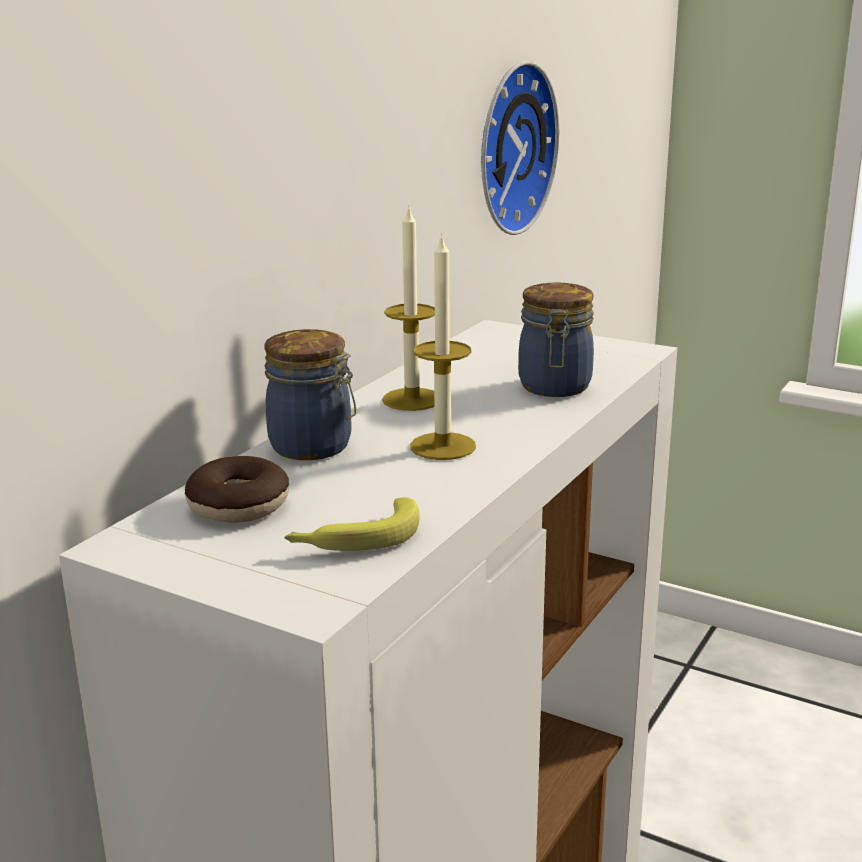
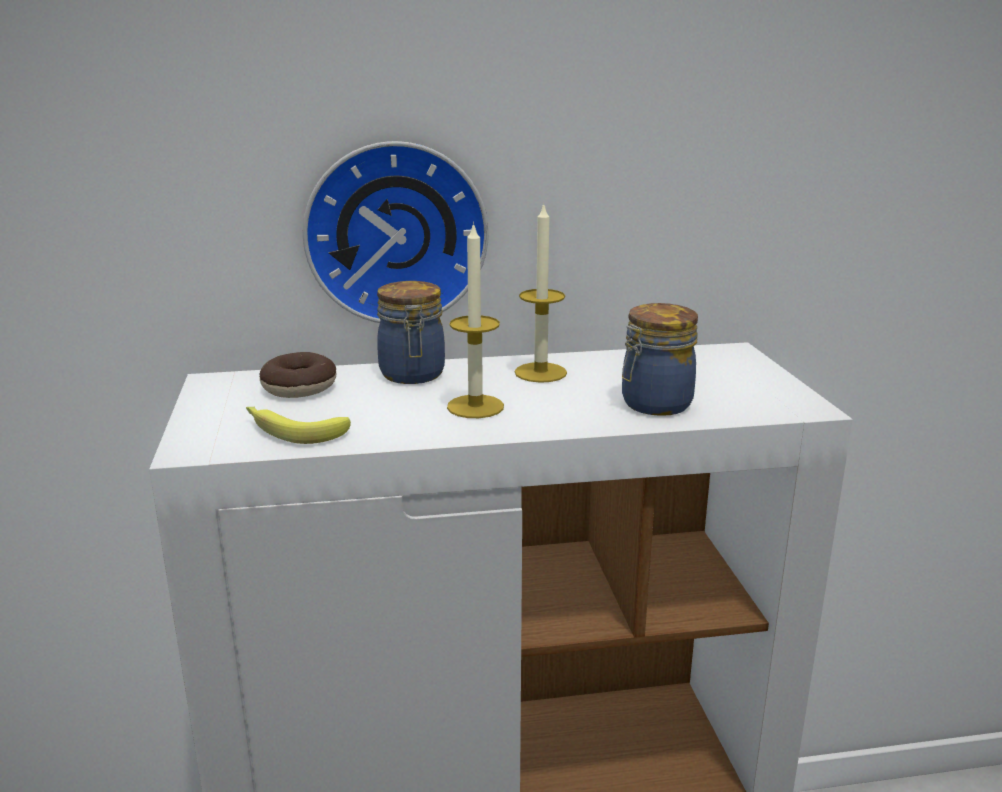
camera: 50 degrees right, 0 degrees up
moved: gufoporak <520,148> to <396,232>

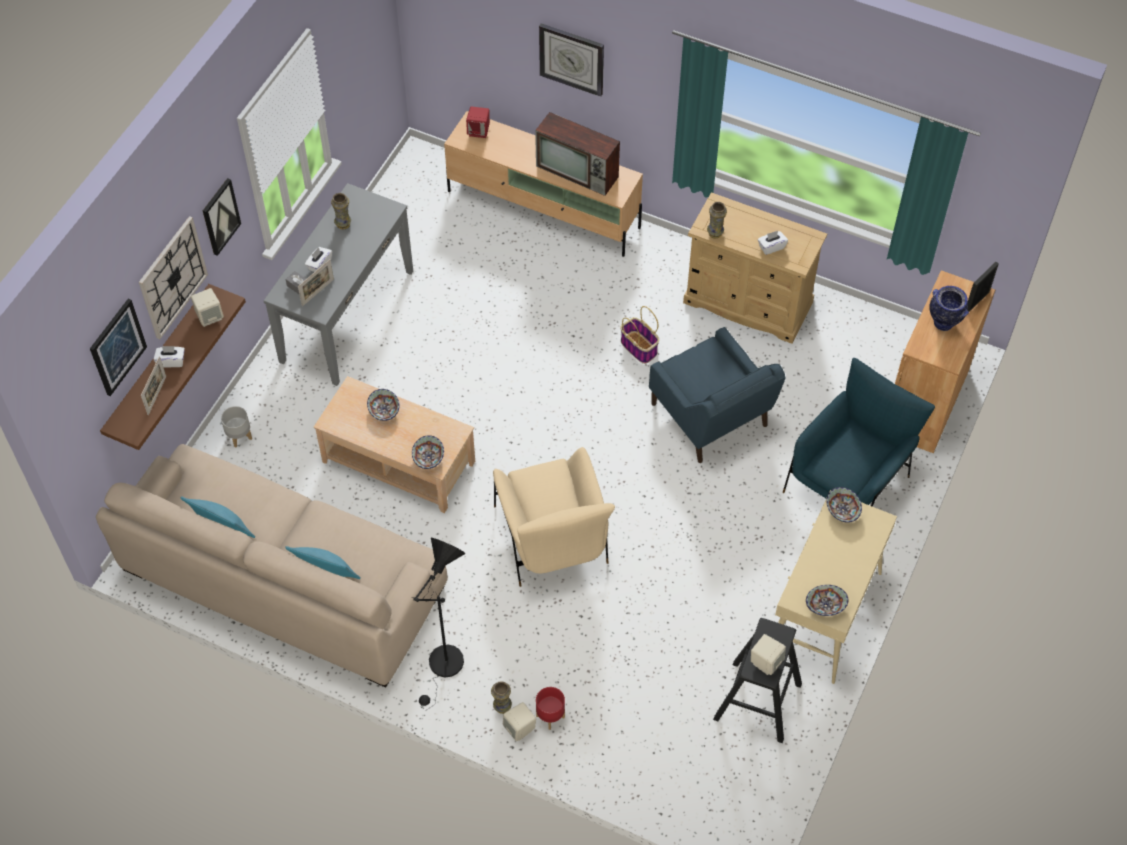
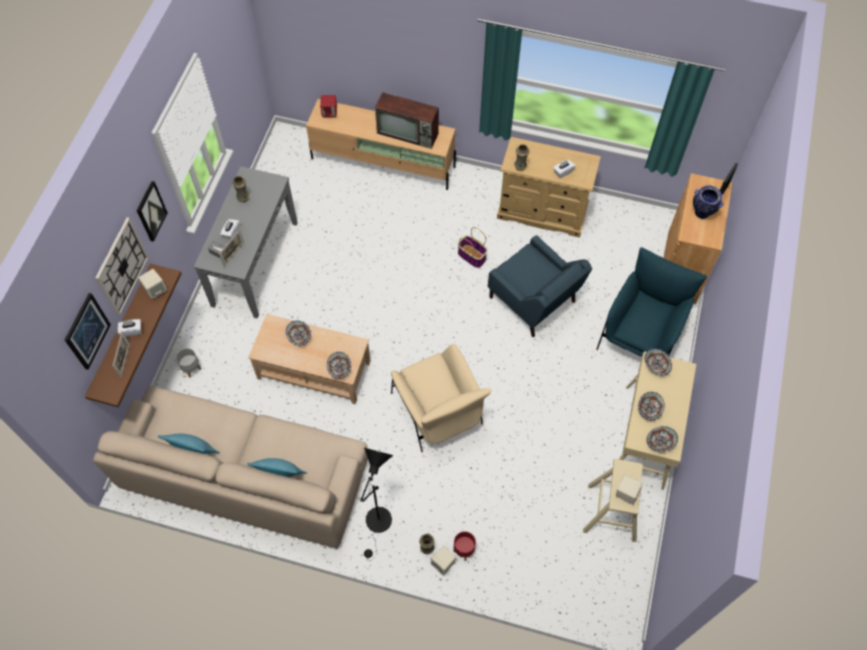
camera: 10 degrees left, 5 degrees up
removed: gufoporak <571,60>
added: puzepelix <651,406>
recoloured: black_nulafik <757,680> to beige_nulafik <613,500>

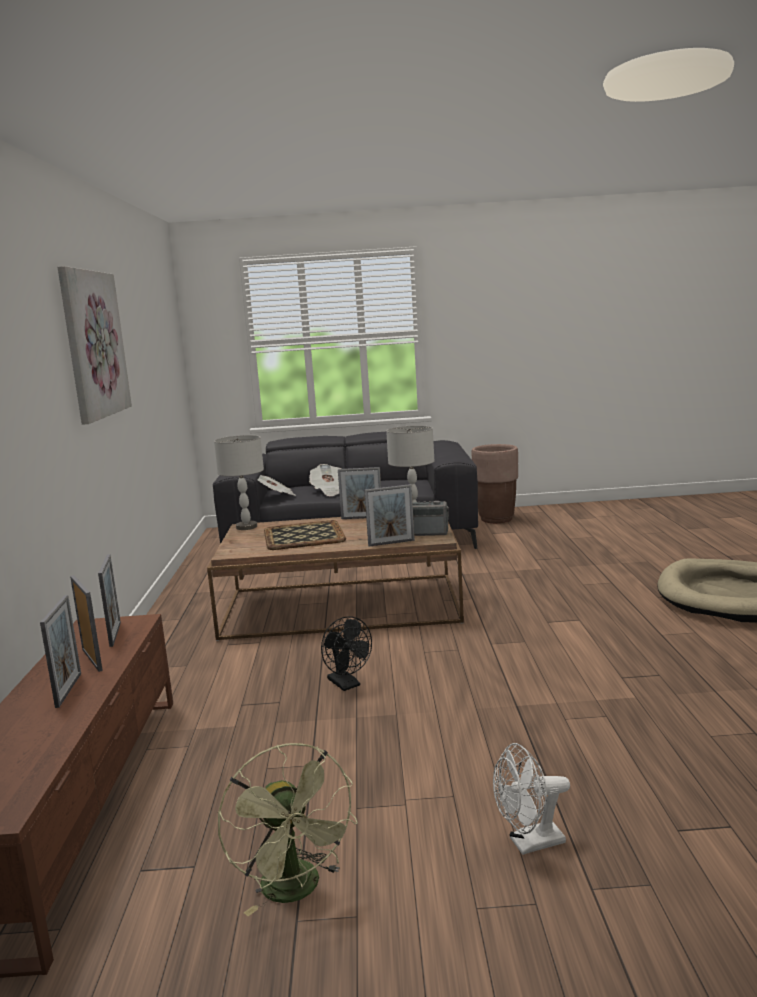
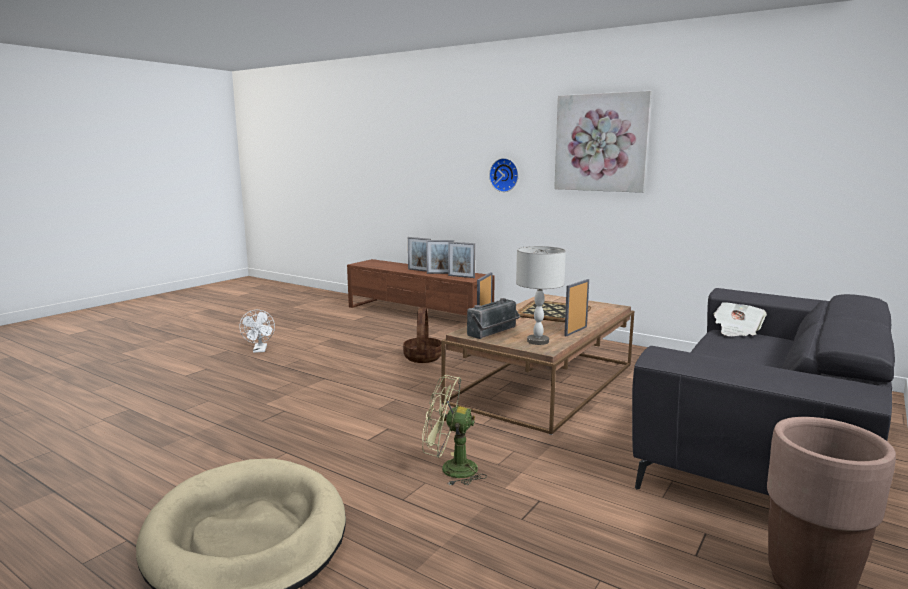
camera: 125 degrees right, 0 degrees up
removed: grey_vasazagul <239,482>; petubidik <325,480>
added: gufoporak <503,175>
moved: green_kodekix <288,829> to <454,430>
replaced: black_kodekix <346,653> to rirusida <422,335>
turned: white_kodekix <531,799> = <257,331> 150 degrees clockwise

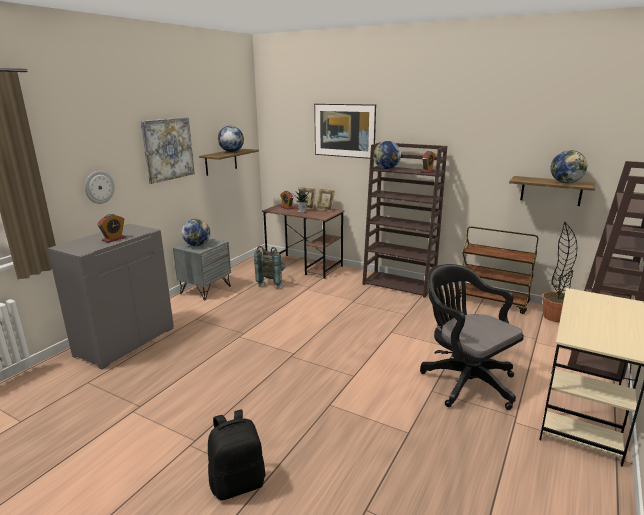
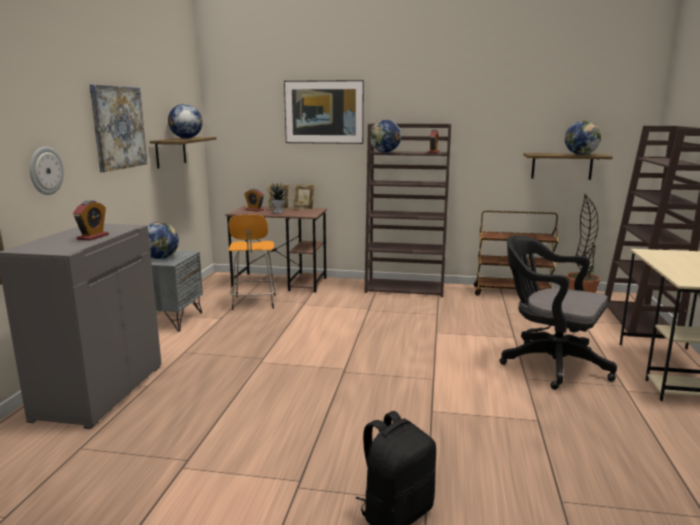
camera: 20 degrees left, 5 degrees down
replaced: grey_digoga <270,267> to orange_nulafik <252,262>

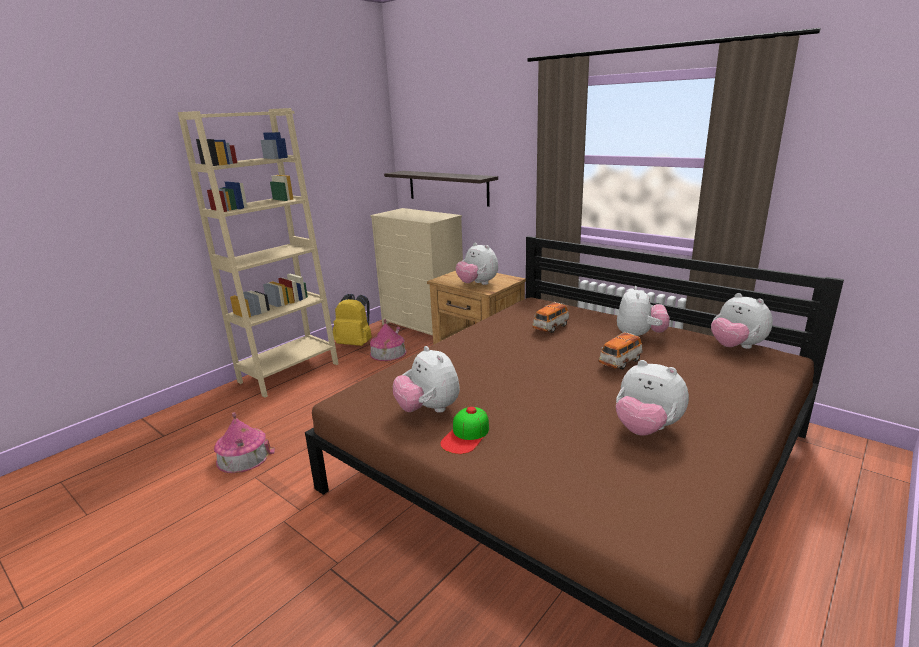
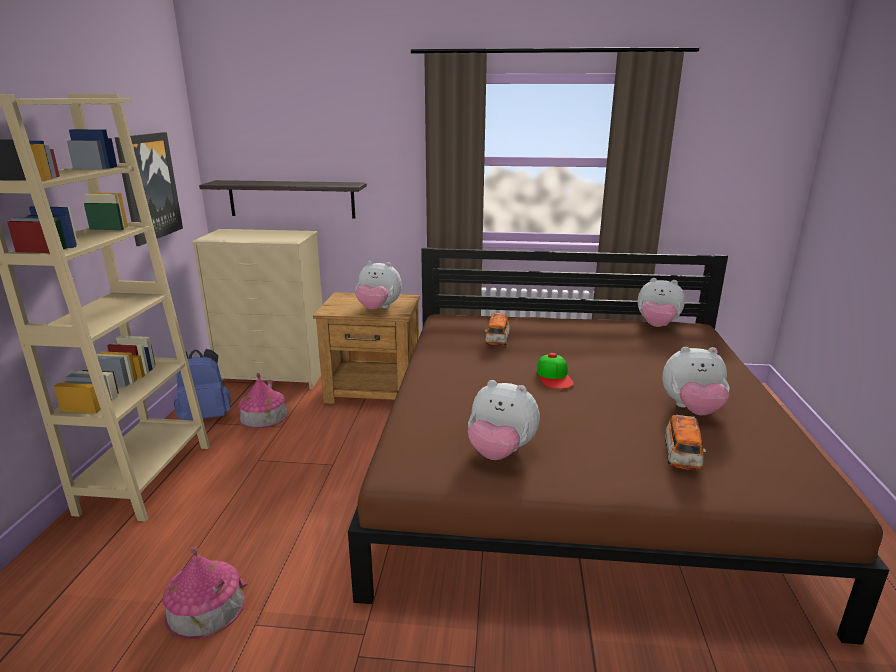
camera: 35 degrees left, 0 degrees up
removed: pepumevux <643,311>
added: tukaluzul <149,189>
moved: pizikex <464,430> to <555,371>; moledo <621,350> to <685,442>
recoloured: yellow_digoga <352,320> to blue_digoga <202,384>

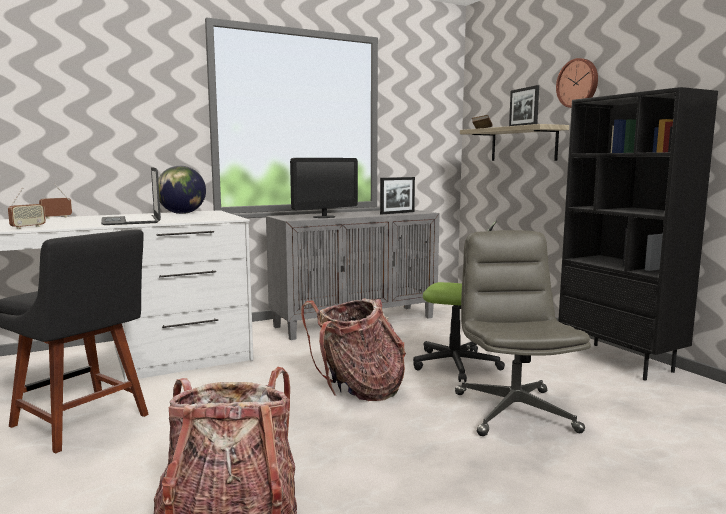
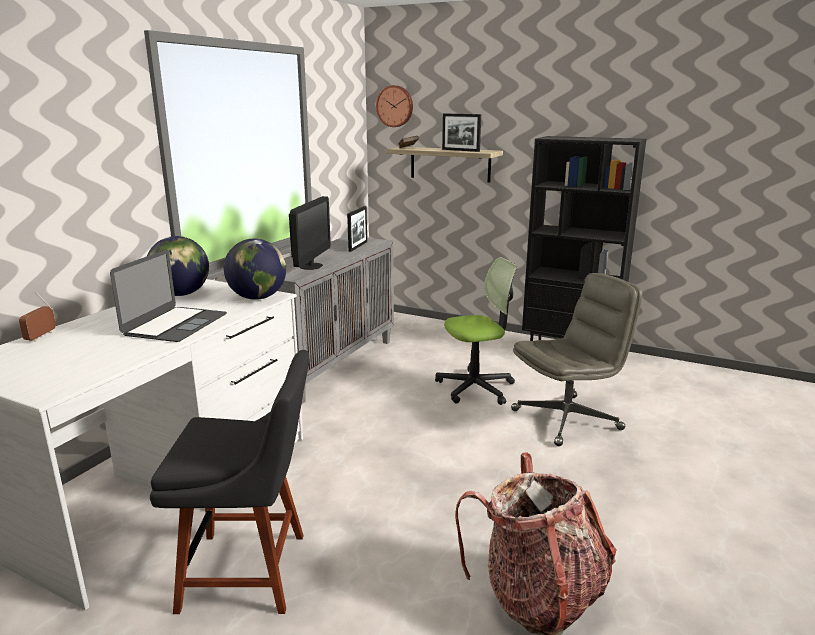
camera: 35 degrees left, 10 degrees up
removed: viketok <27,208>; digoga <353,349>
added: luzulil <255,269>
moved: gufoporak <577,83> to <394,106>
turned: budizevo <131,196> = <168,296> 105 degrees counterclockwise; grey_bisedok <523,333> = <576,359> 105 degrees clockwise

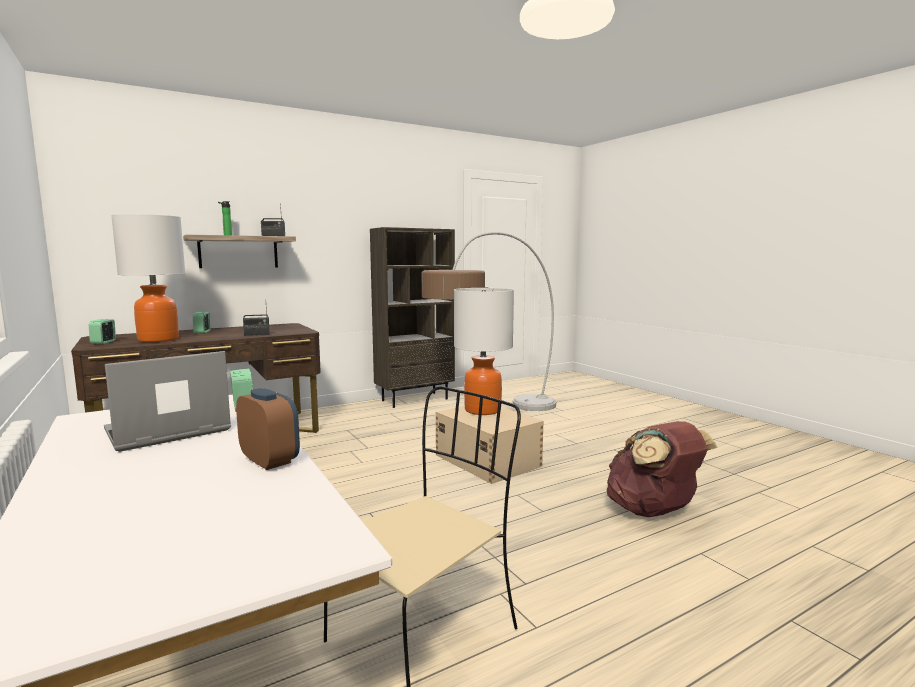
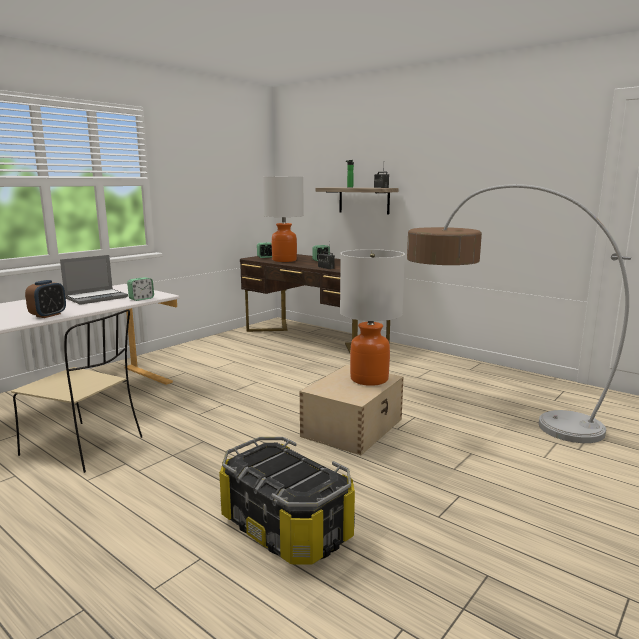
camera: 70 degrees right, 5 degrees up
removed: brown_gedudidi <412,317>
replaced: brown_digoga <662,469> to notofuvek <287,501>
turned: budizevo <167,401> = <94,280> 105 degrees clockwise

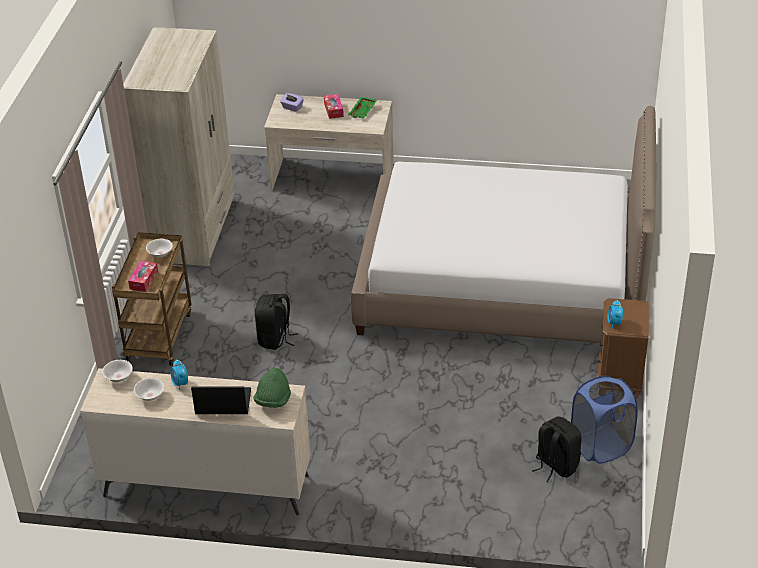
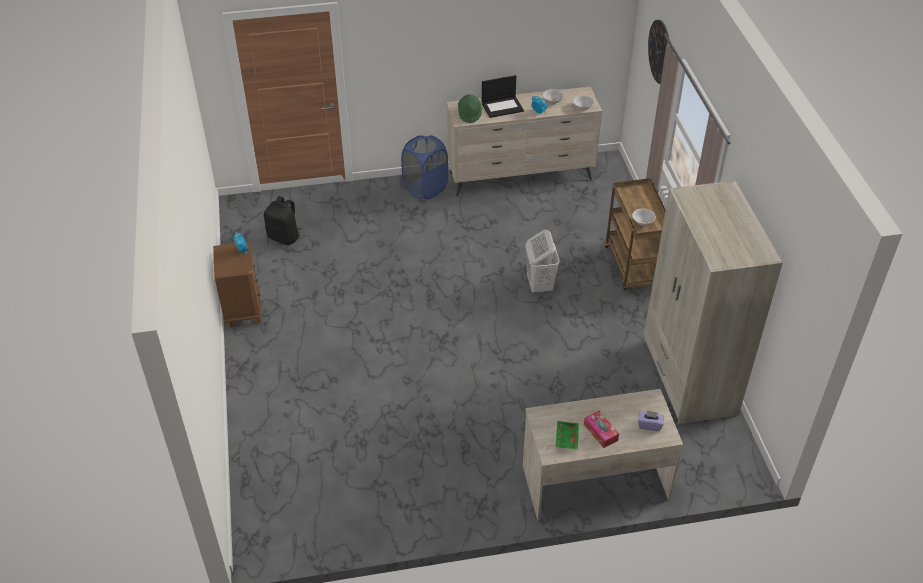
camera: 160 degrees right, 5 degrees up
removed: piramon <143,276>; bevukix <503,224>
added: gufoporak <658,52>
moved: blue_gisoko <604,419> to <424,167>
replaced: black_digoga <276,322> to white_gisoko <542,261>

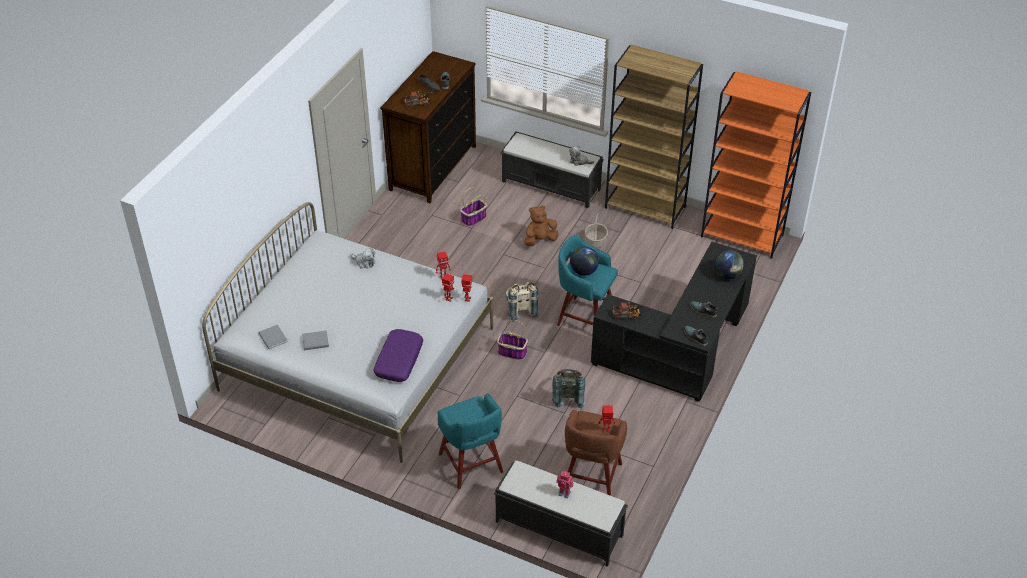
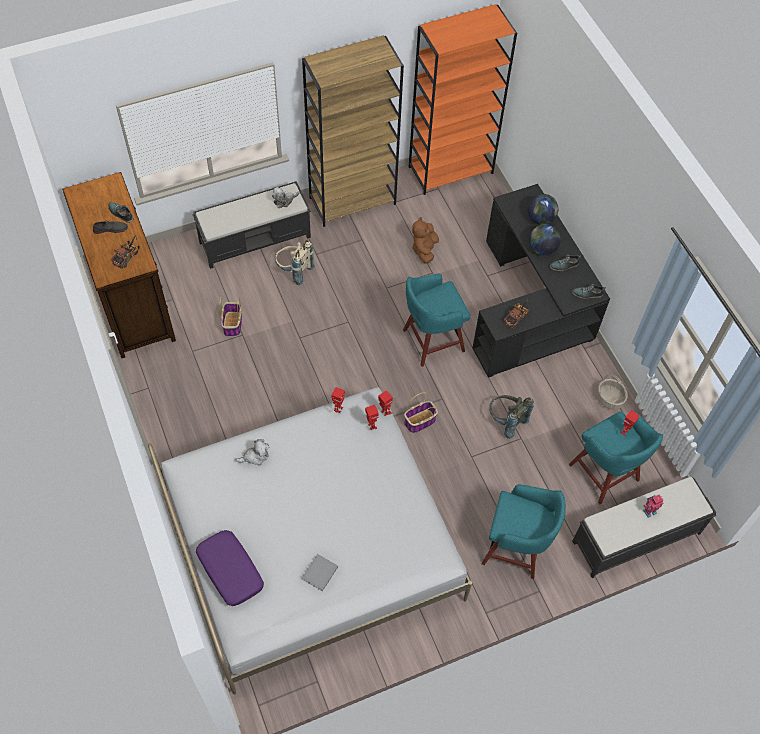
camera: 50 degrees left, 15 degrees up
removed: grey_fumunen <273,337>
moved: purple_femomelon <398,355> to <230,568>; beige_digoga <522,301> to <295,262>; brown_pepumevux <541,225> to <425,240>; luzulil <584,261> to <545,240>; rirusida <596,230> to <612,392>
recoloured: brown_nulafik <596,452> to turquoise_nulafik <616,457>

